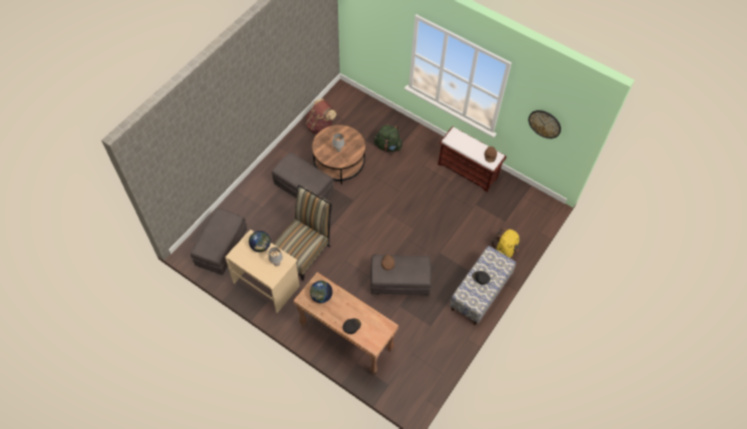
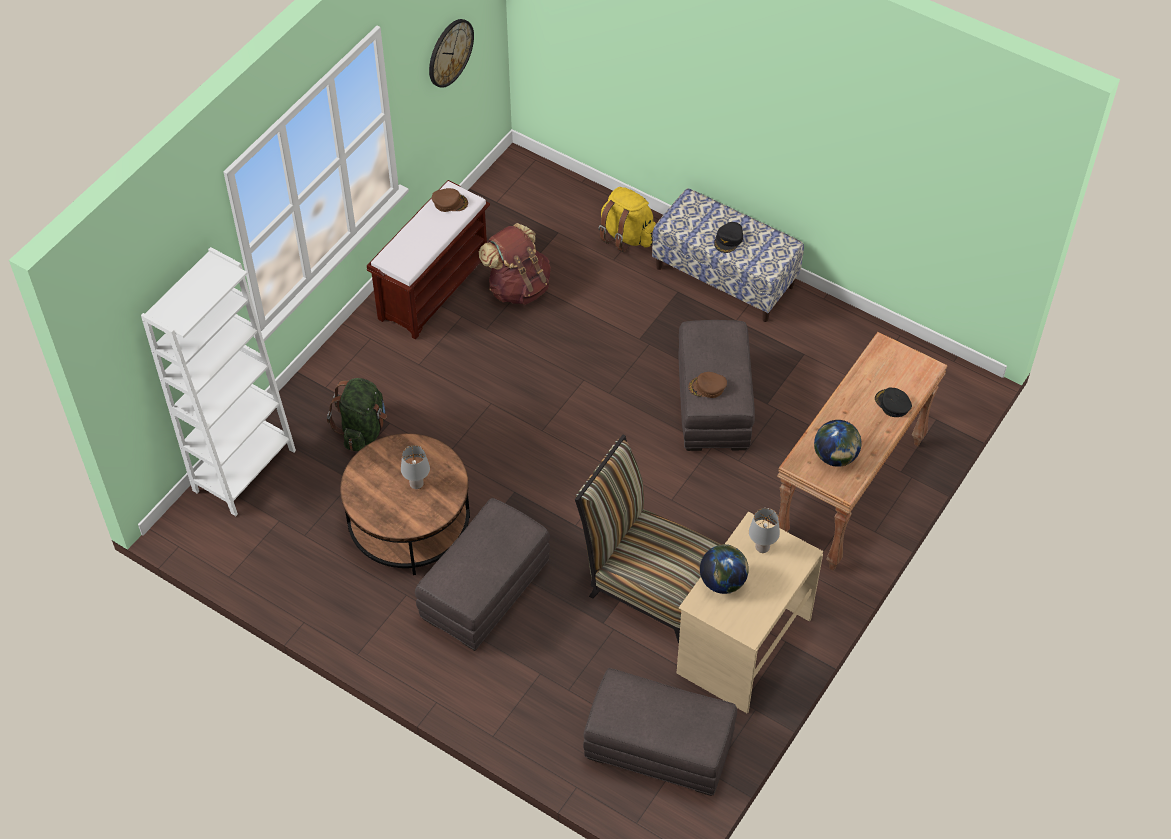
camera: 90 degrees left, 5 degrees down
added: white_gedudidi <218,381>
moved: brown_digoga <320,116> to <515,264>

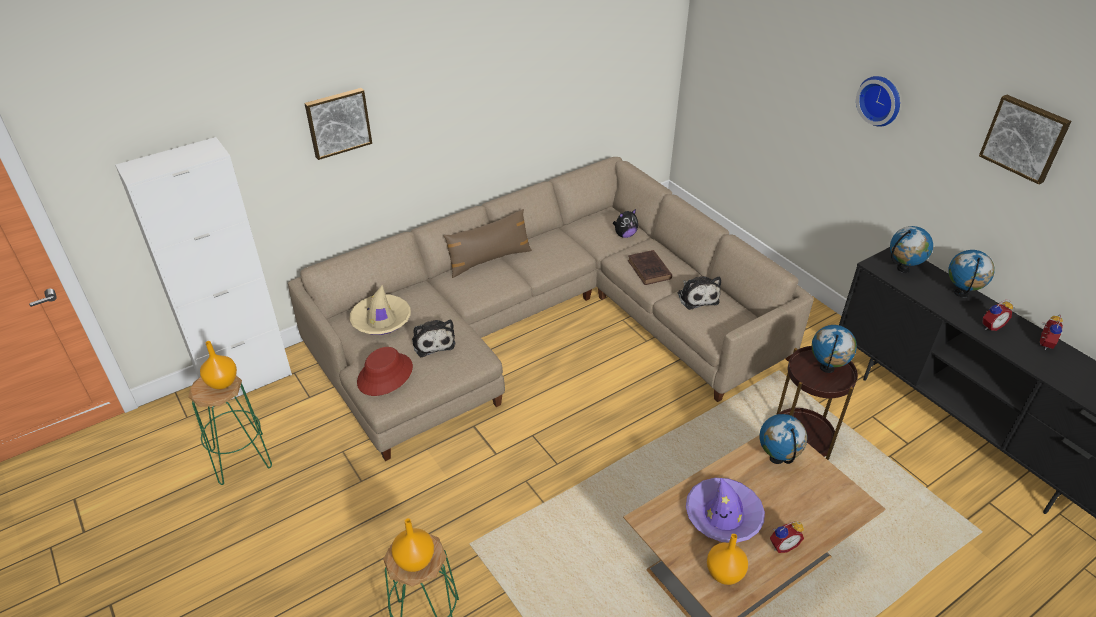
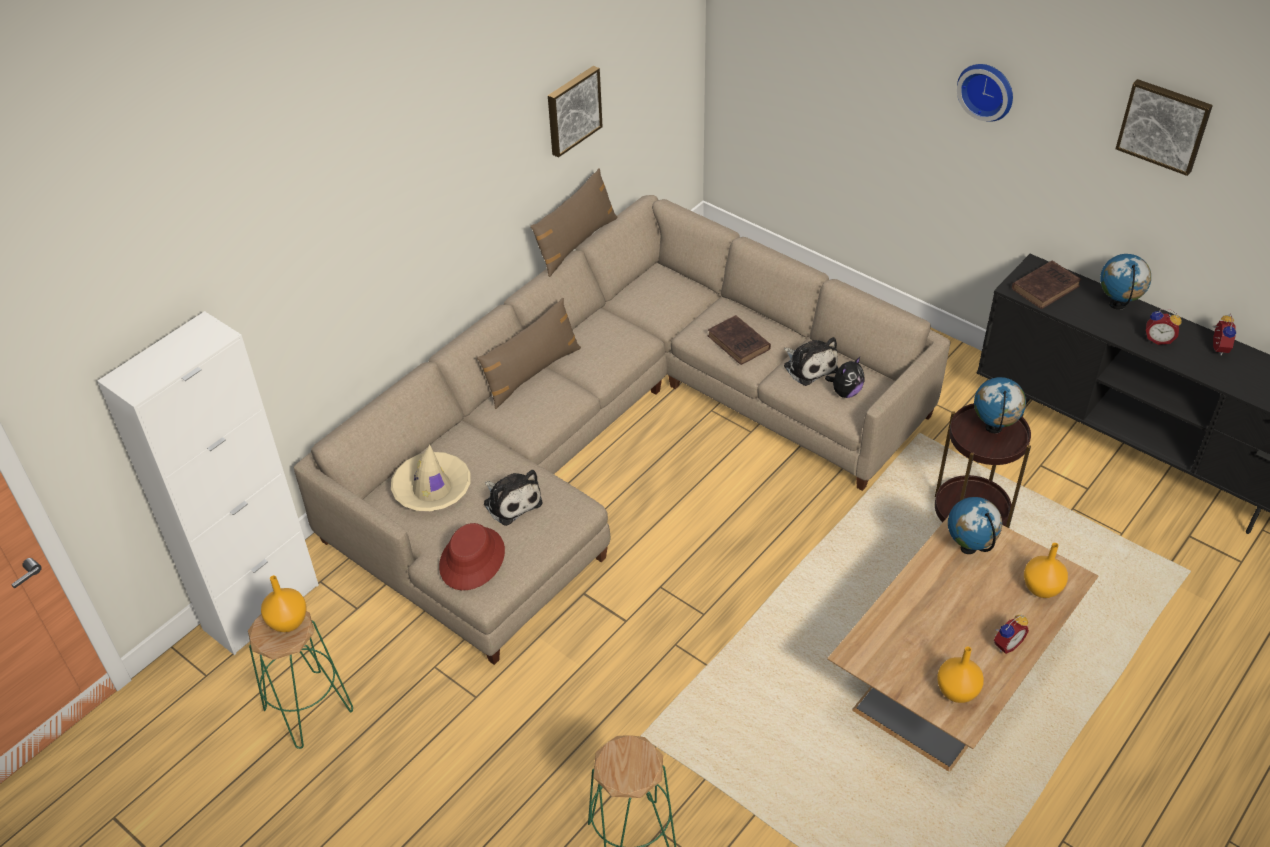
camera: 15 degrees left, 5 degrees up
removed: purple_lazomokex <725,510>
added: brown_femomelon <574,222>
moved: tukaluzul <338,124> to <575,112>; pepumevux <625,223> to <845,377>; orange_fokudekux <412,545> to <1046,570>
replaced: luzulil <911,249> to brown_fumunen <1046,284>
turned: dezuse <997,315> = <1164,327> 60 degrees clockwise

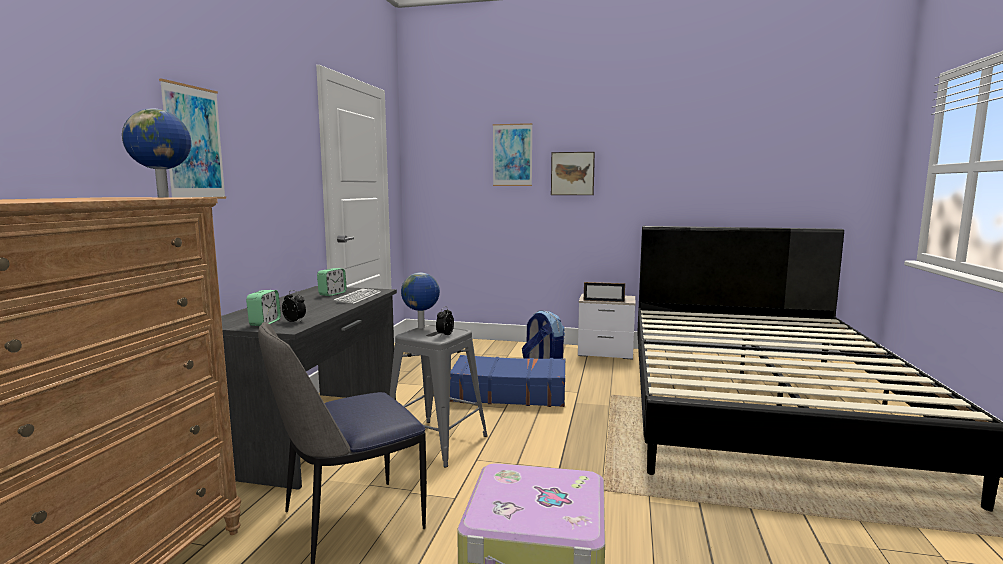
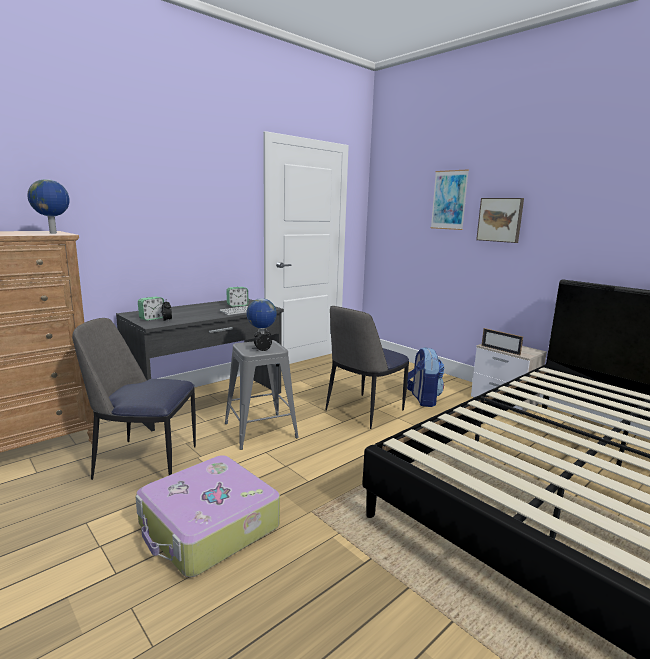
camera: 35 degrees right, 5 degrees up
removed: tukaluzul <192,139>
replaced: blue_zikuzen <508,381> to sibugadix <367,367>

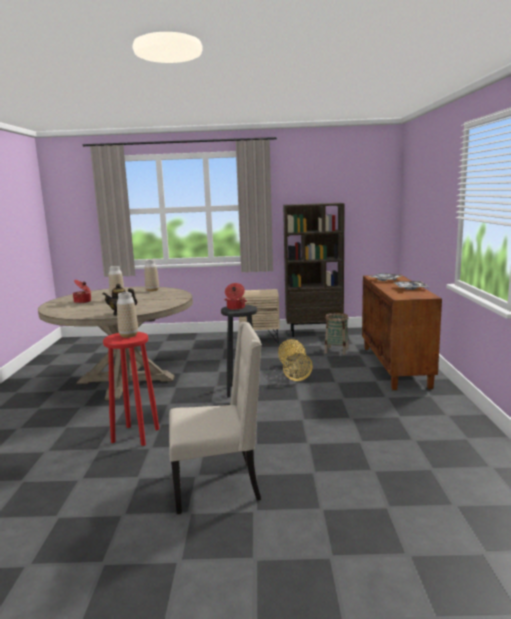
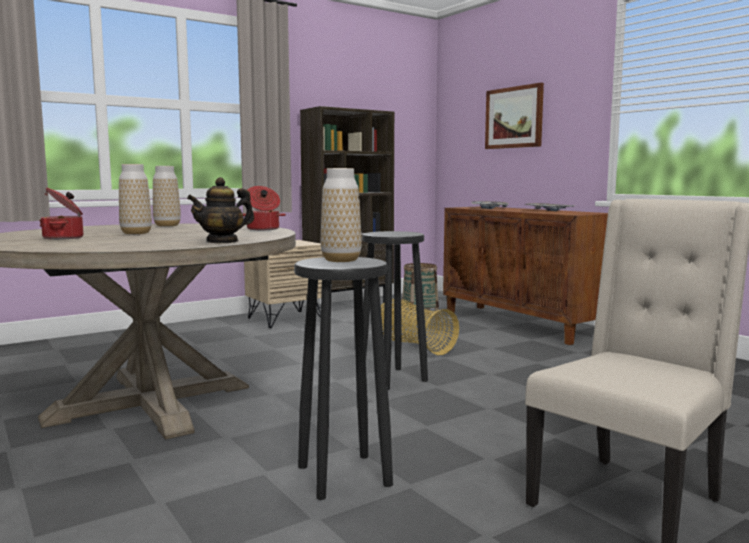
camera: 35 degrees left, 5 degrees down
added: tukaluzul <514,116>
moved: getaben <235,296> to <264,208>
recoloured: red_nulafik <131,389> to black_nulafik <343,378>

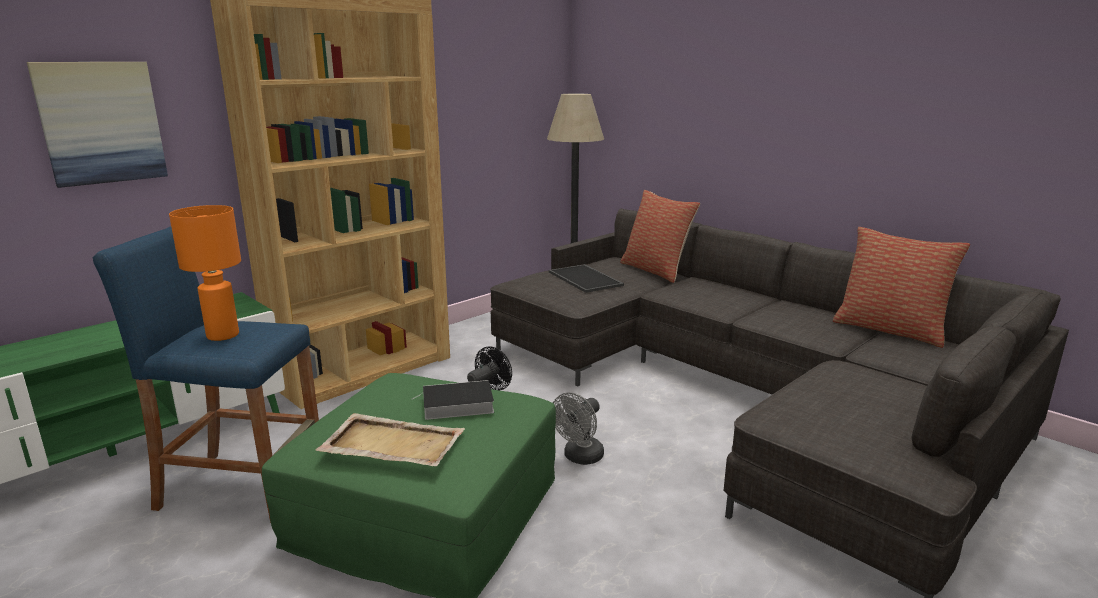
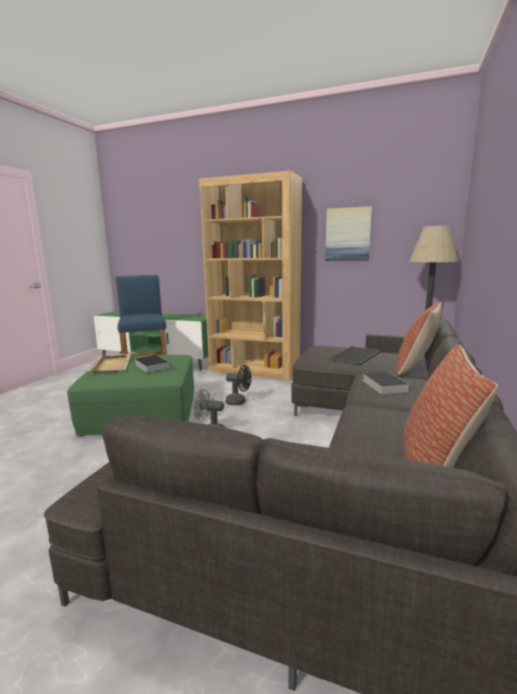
camera: 65 degrees right, 5 degrees down
removed: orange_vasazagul <205,273>
added: fumunen <386,382>
moved: tukaluzul <97,125> to <348,233>

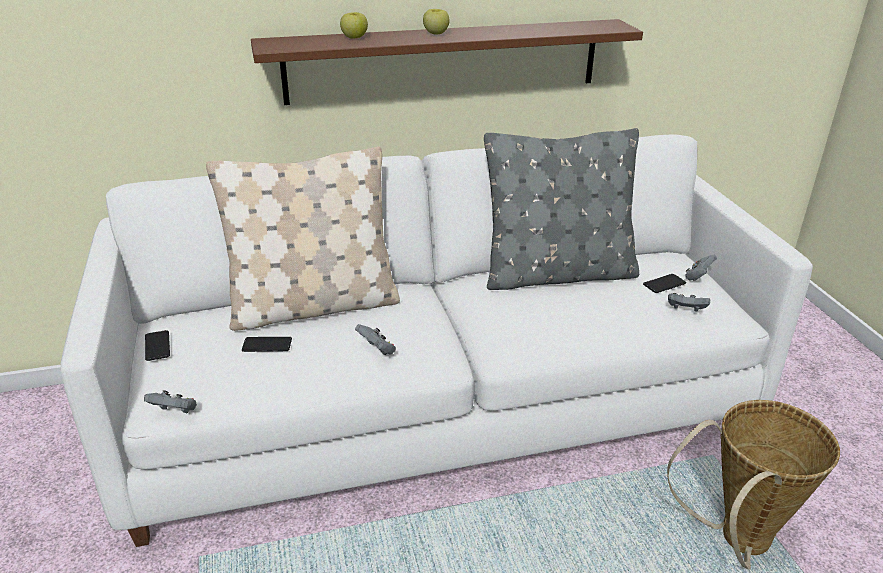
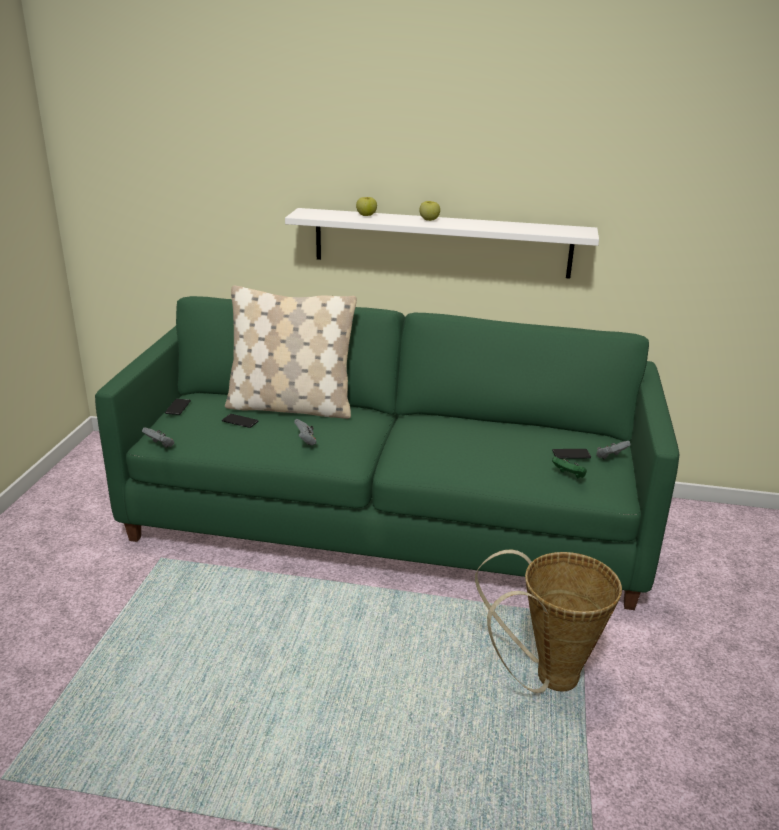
camera: 25 degrees right, 5 degrees down
removed: grey_femomelon <561,209>
recoloured: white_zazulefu <436,340> to green_zazulefu <387,453>; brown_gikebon <447,62> to white_gikebon <442,243>; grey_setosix <689,302> to green_setosix <569,467>

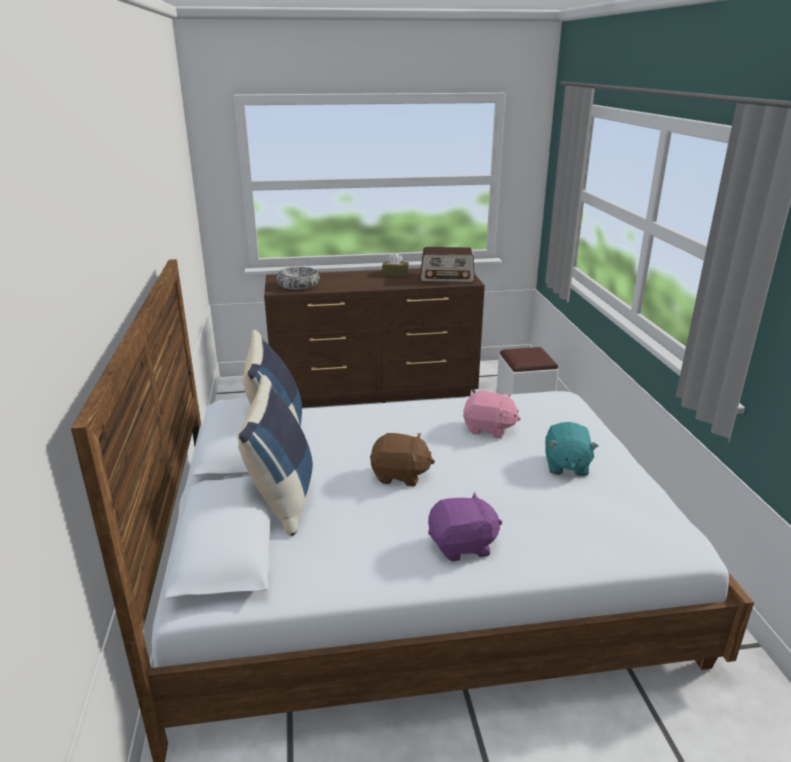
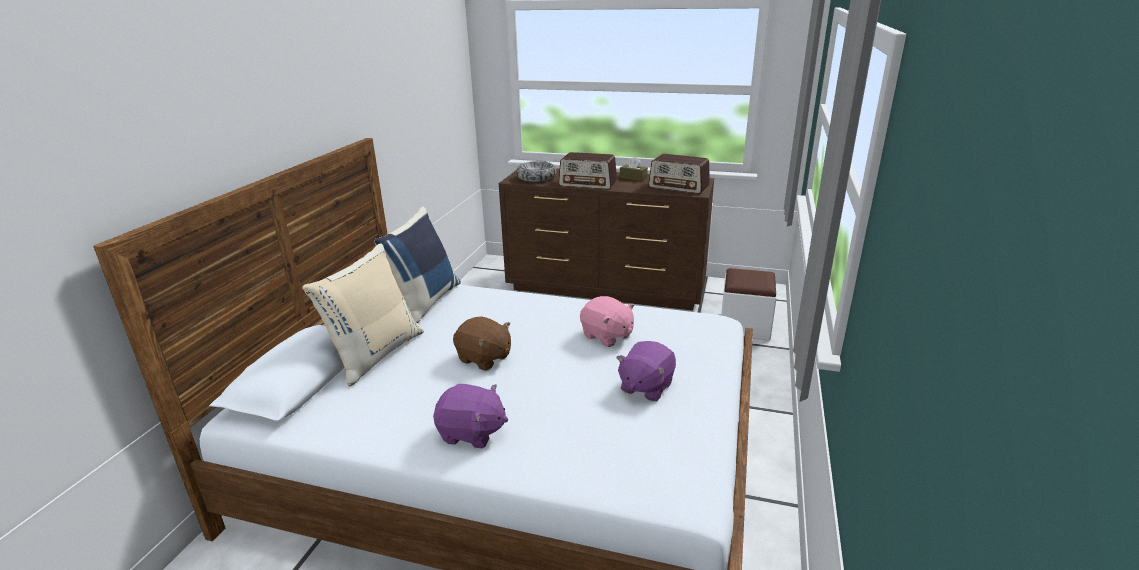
camera: 25 degrees right, 0 degrees up
added: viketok <587,170>
recoloured: blue_femomelon <275,455> to beige_femomelon <363,314>; turquoise_pepumevux <571,449> to purple_pepumevux <646,371>

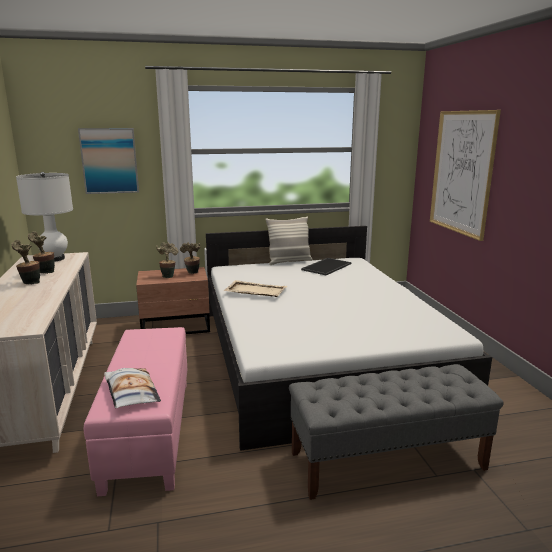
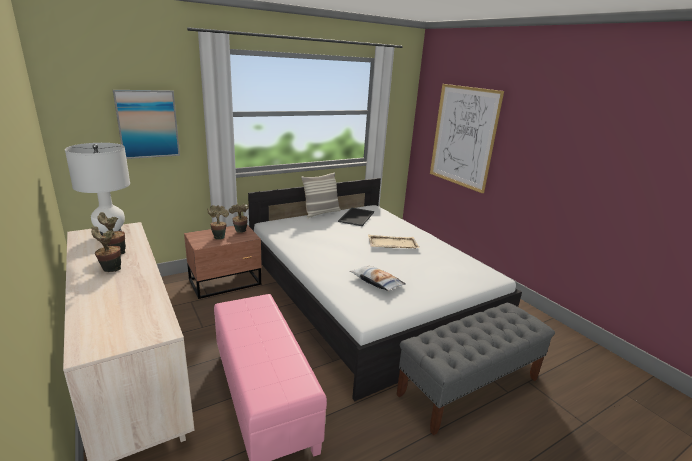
camera: 20 degrees left, 5 degrees up
moved: femomelon <132,388> to <378,278>; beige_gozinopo <255,288> to <394,242>

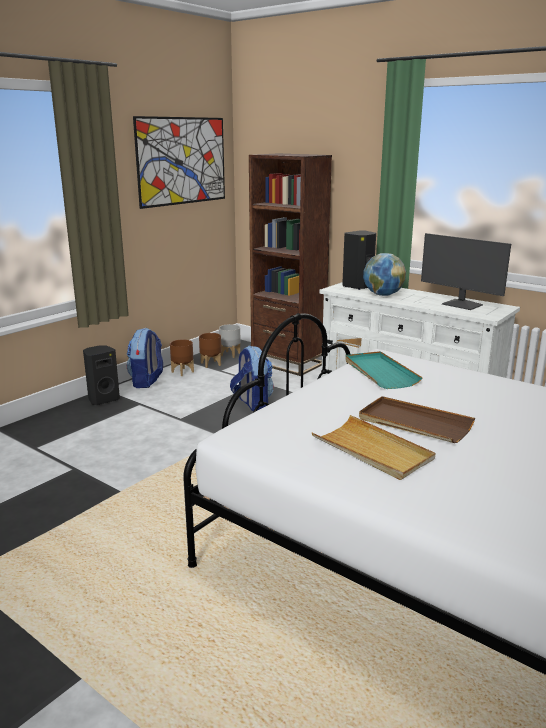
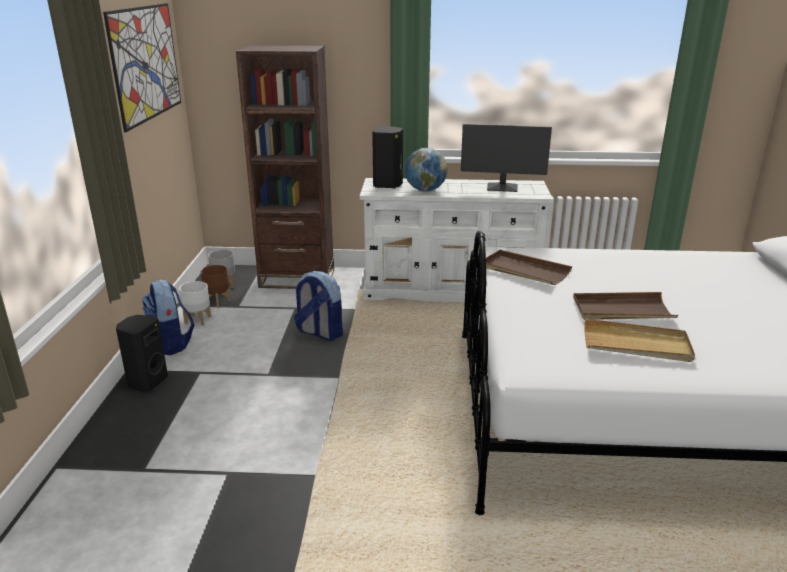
camera: 35 degrees left, 5 degrees up
recoloured: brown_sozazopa <182,358> to white_sozazopa <195,303>; turquoise_gozinopo <384,370> to brown_gozinopo <529,267>

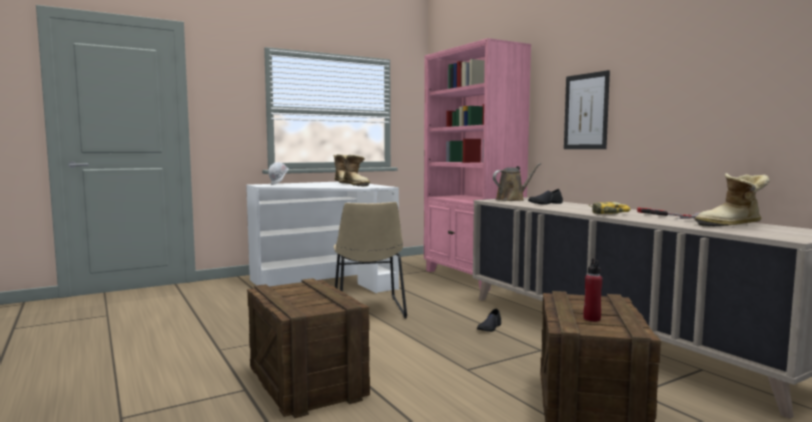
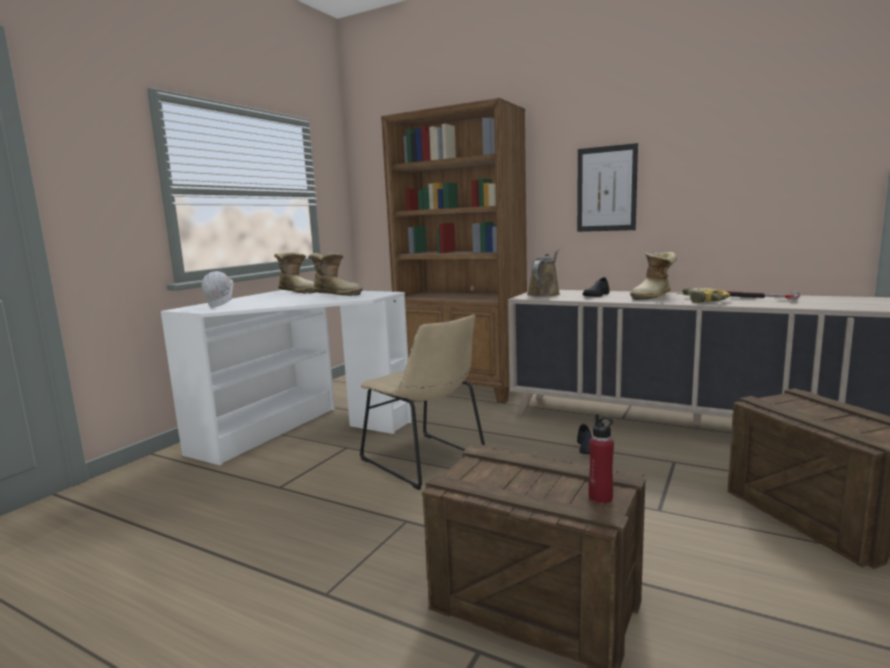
camera: 30 degrees left, 5 degrees up
moved: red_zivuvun <593,290> to <601,458>; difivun <732,199> to <653,276>
recoloured: pink_gedudidi <477,164> to brown_gedudidi <454,250>

